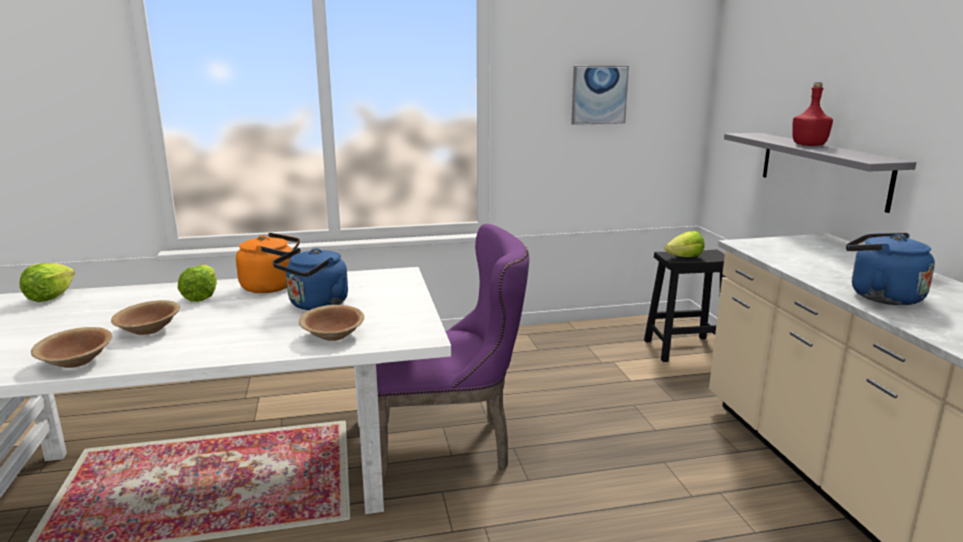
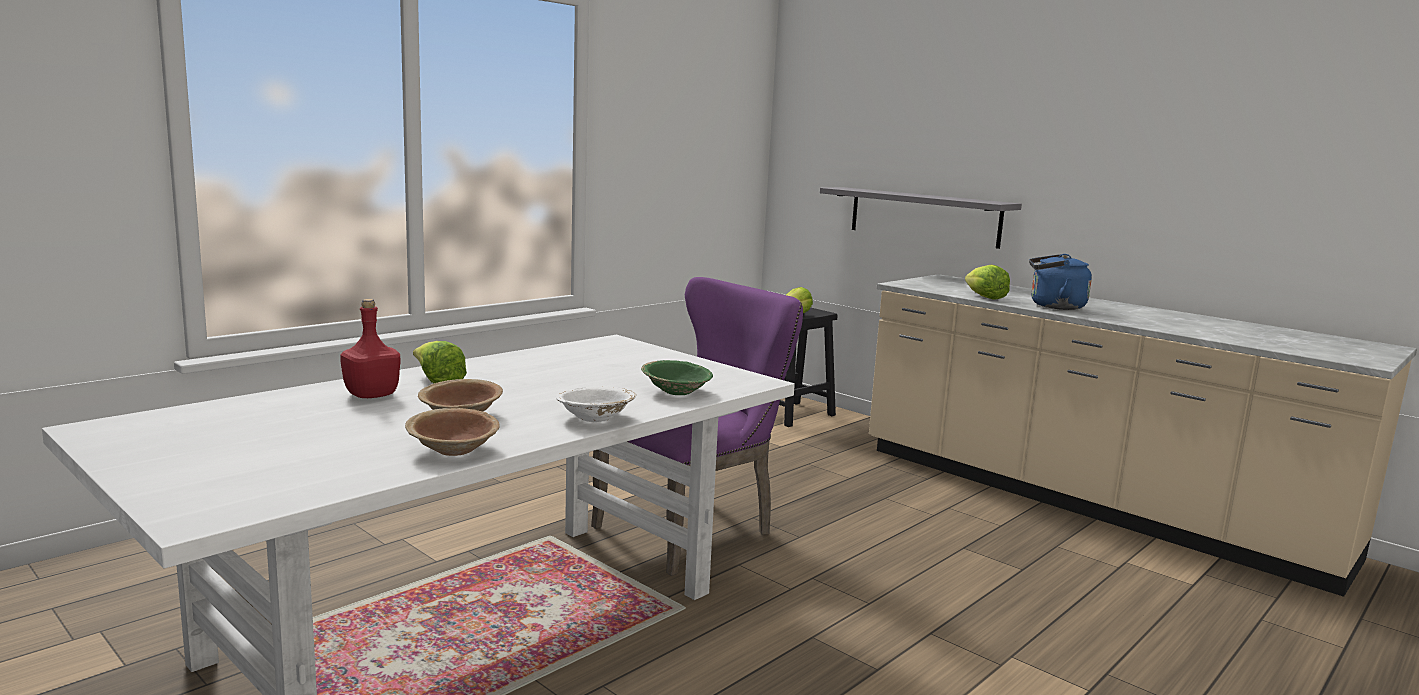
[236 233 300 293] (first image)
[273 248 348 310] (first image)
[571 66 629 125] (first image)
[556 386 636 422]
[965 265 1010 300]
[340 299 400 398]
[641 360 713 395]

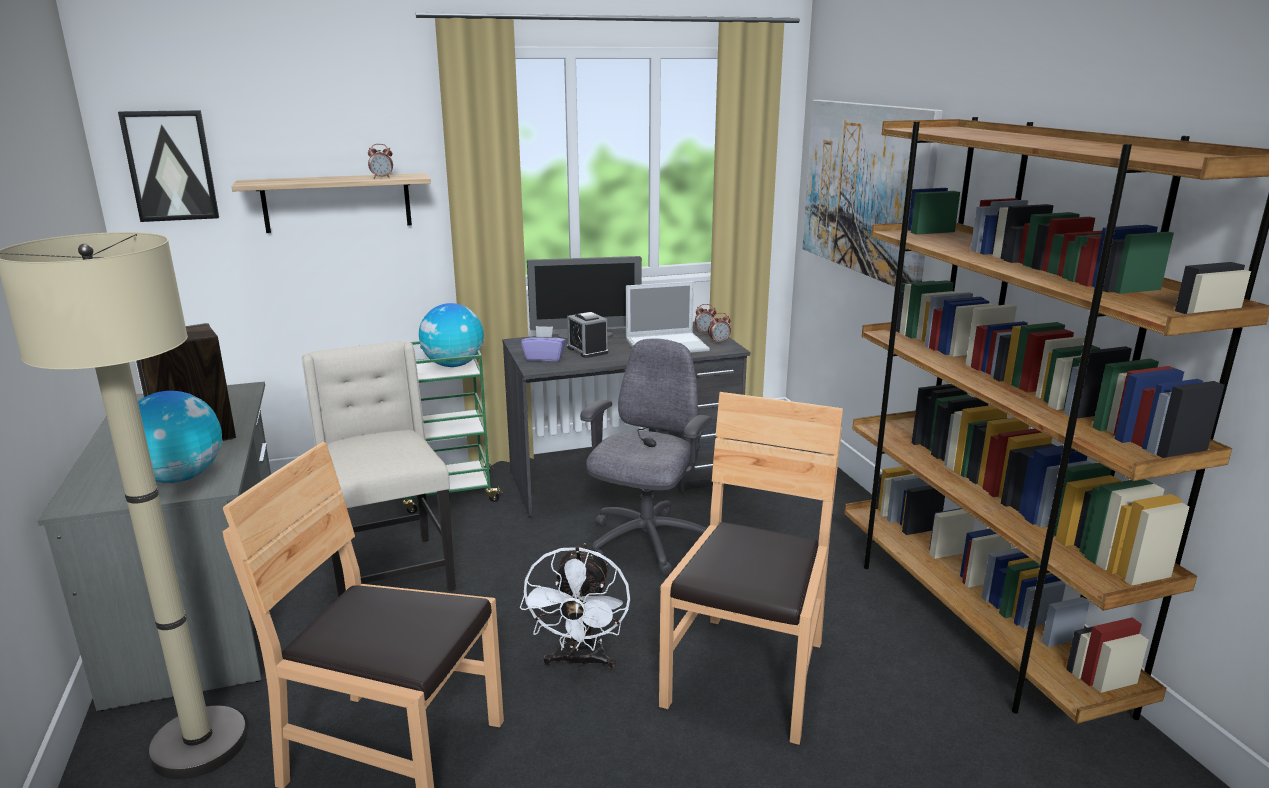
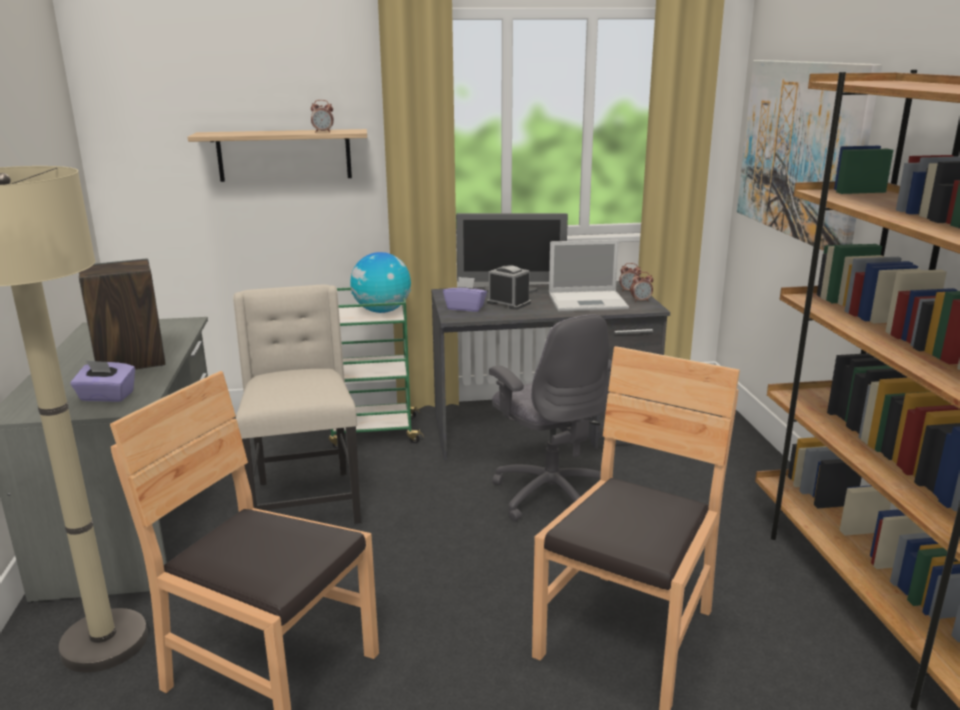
[118 110 219 222] (first image)
[520 543 630 671] (first image)
[70 360 135 402]
[487 265 531 310]
[489 314 612 521]

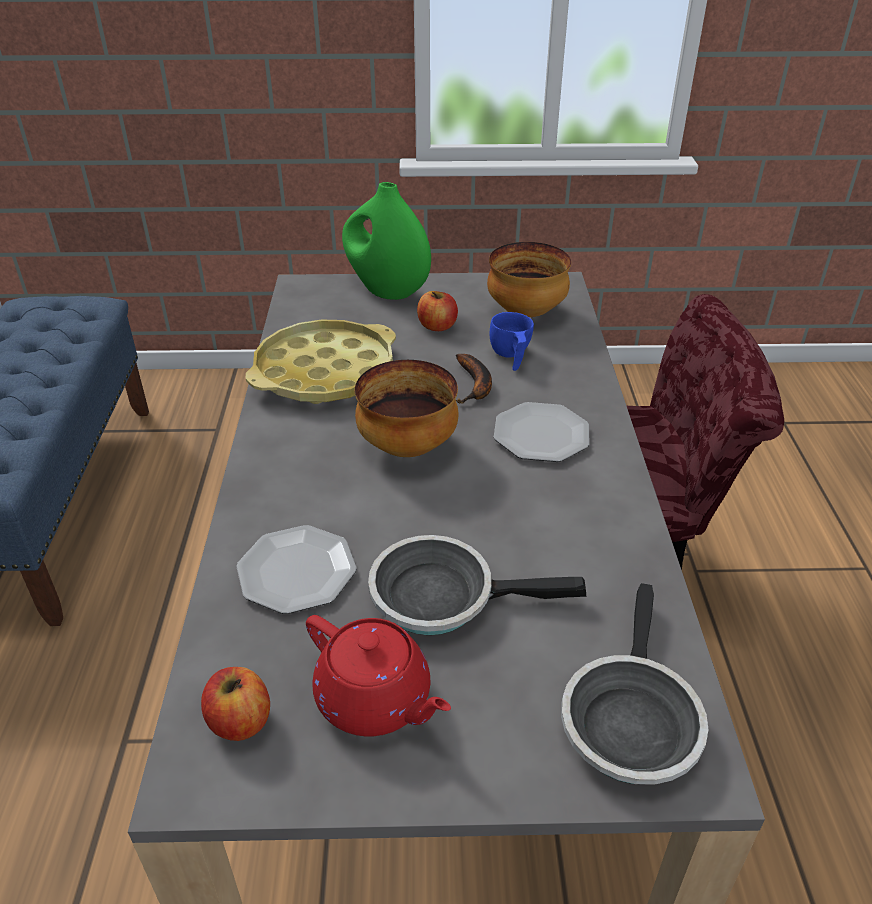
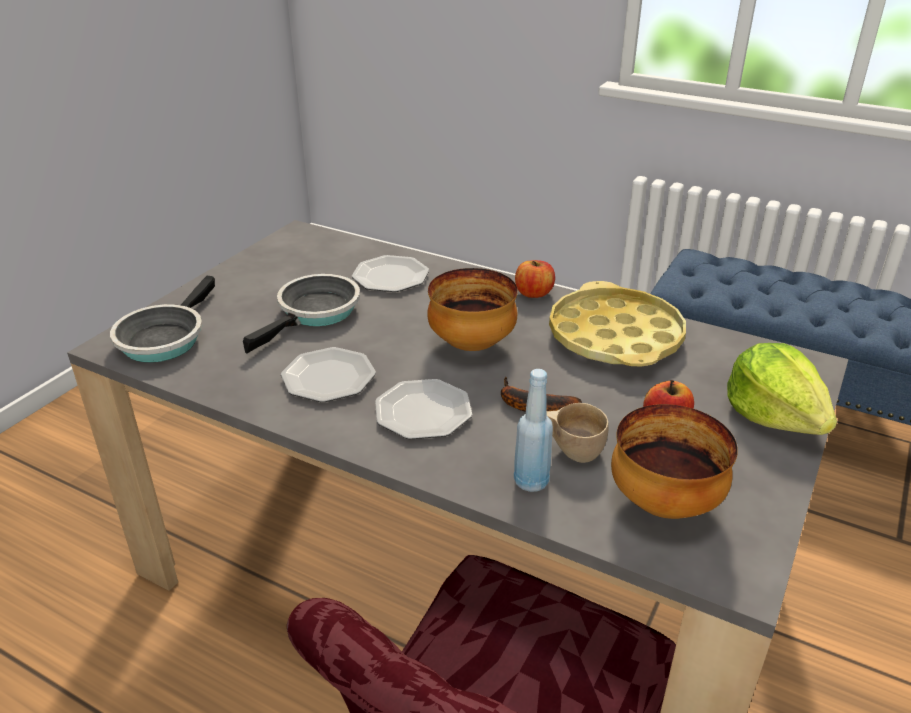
[306 615 451 736] (first image)
[281 347 376 402]
[514 369 553 492]
[515 260 555 298]
[727 343 837 435]
[546 403 609 463]
[110 276 215 362]

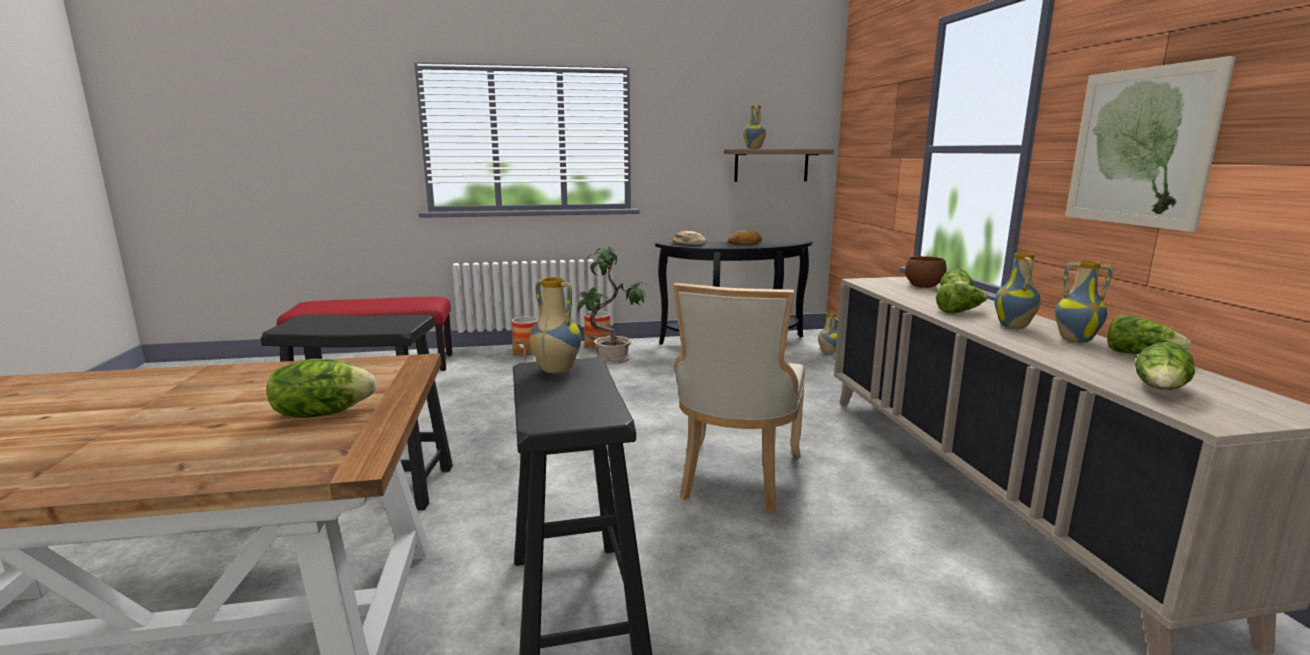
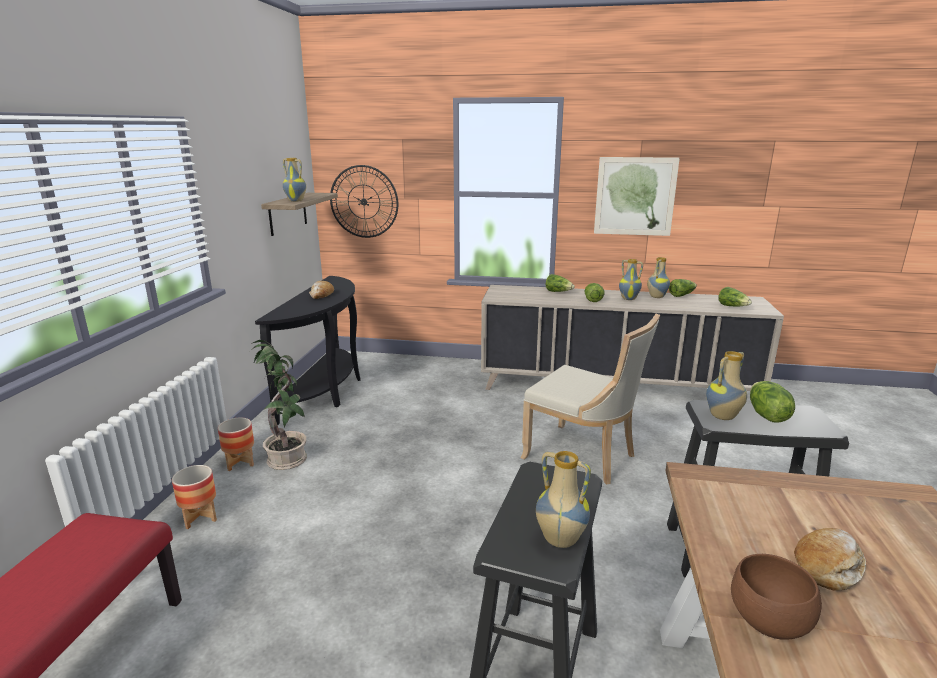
[330 165 398 238]
[750 381 795 423]
[794 528 866 591]
[536 451 591 548]
[731 554 822 640]

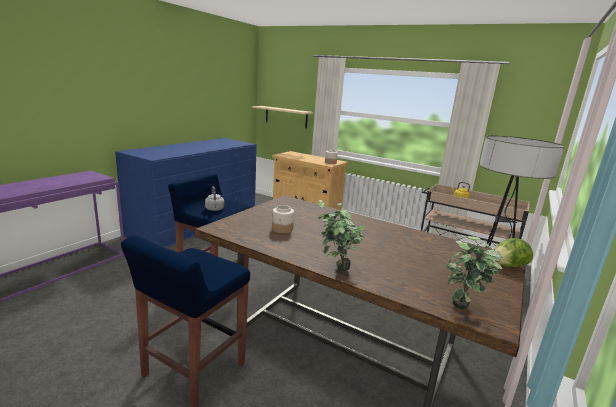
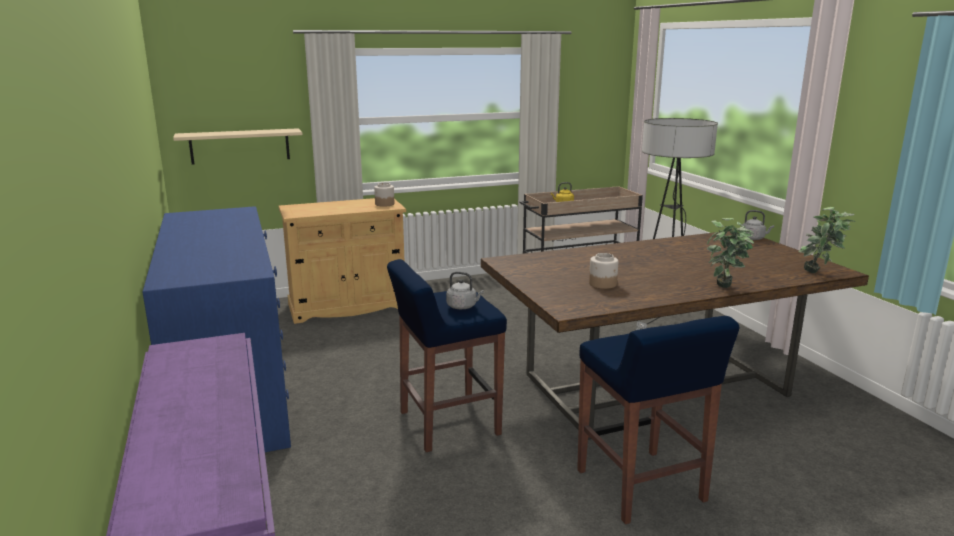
[740 210 774 240]

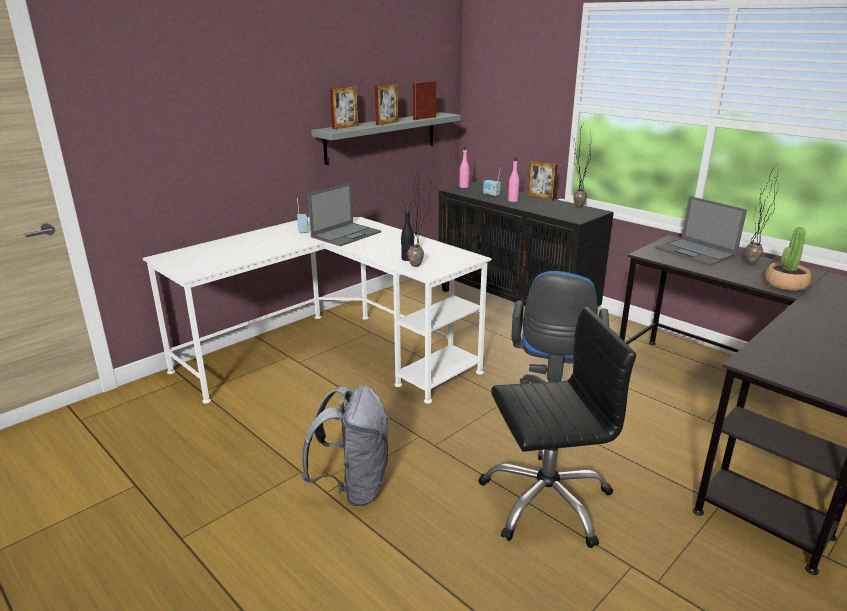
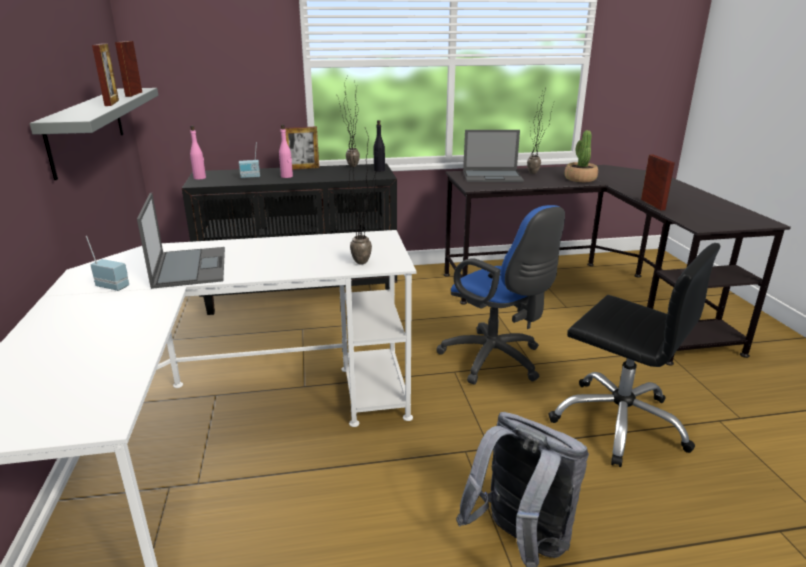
[641 155 675 210]
[373 120 385 172]
[548 243 720 467]

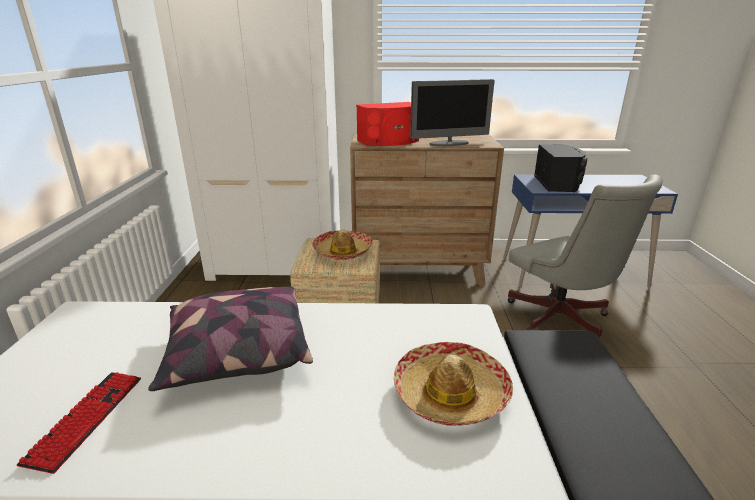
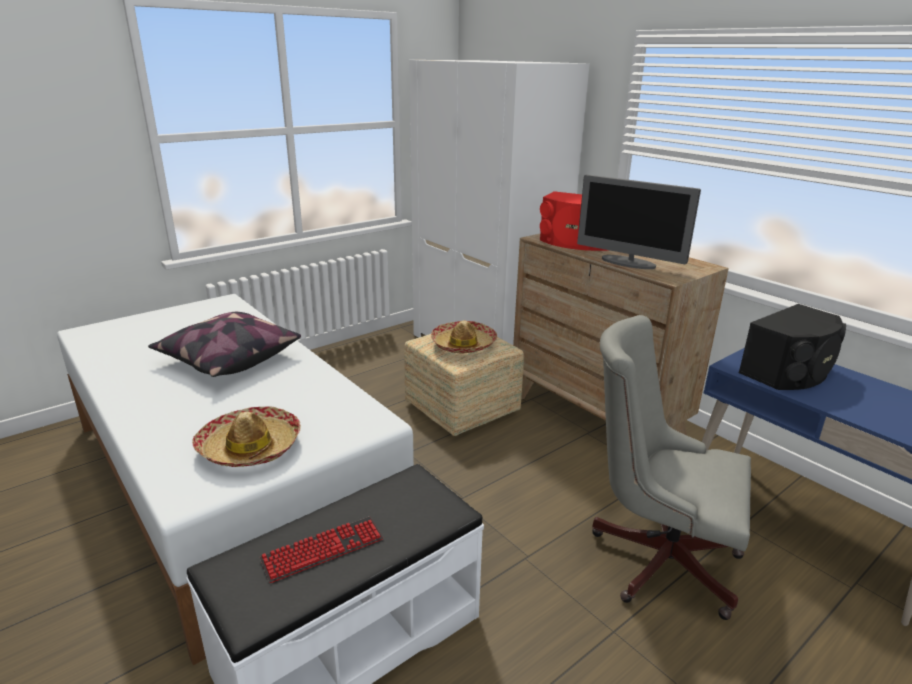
[260 517 383 583]
[592 315 751 620]

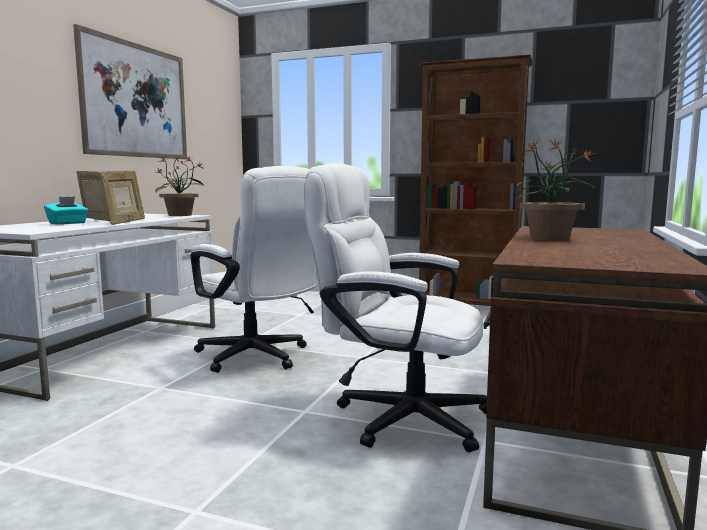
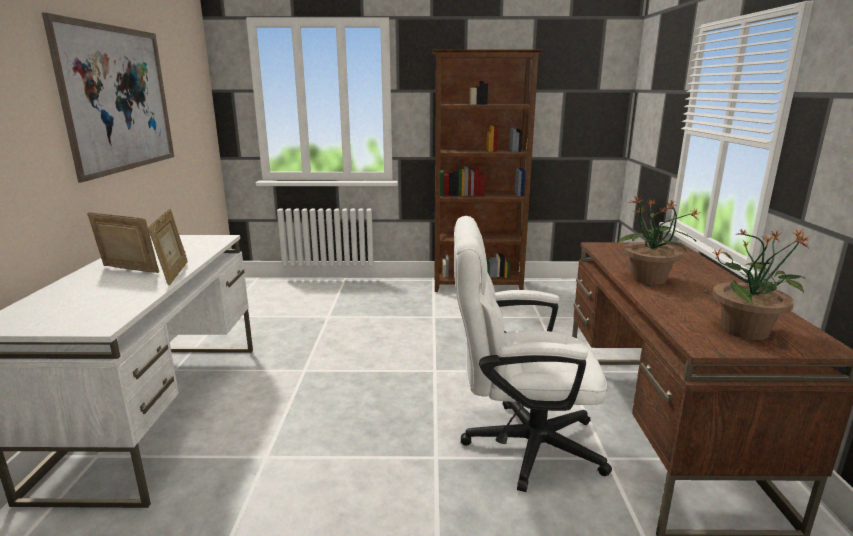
[44 197 88 225] (first image)
[190 166 317 373] (first image)
[711 228 810 340]

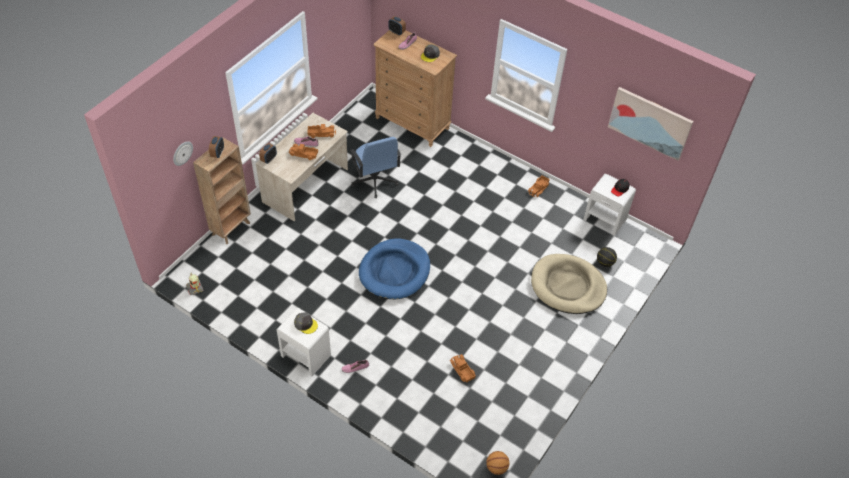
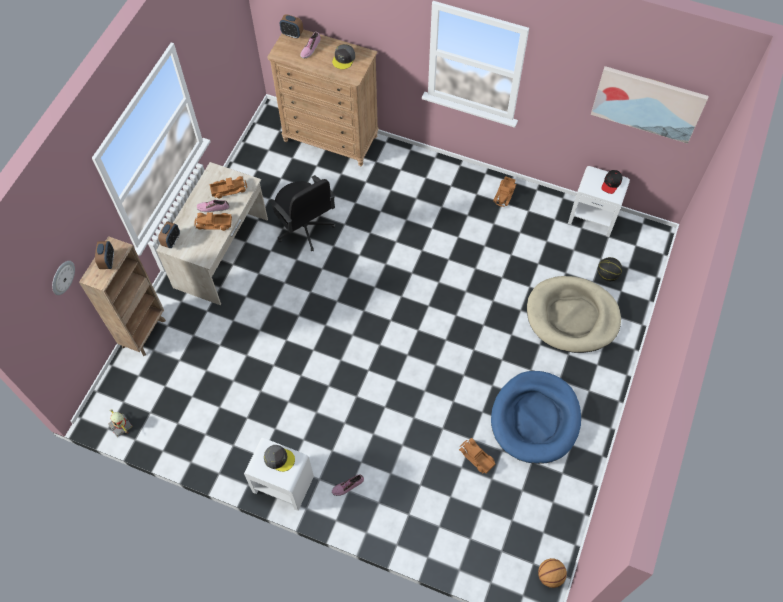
[491 371 581 464]
[269 175 336 251]

